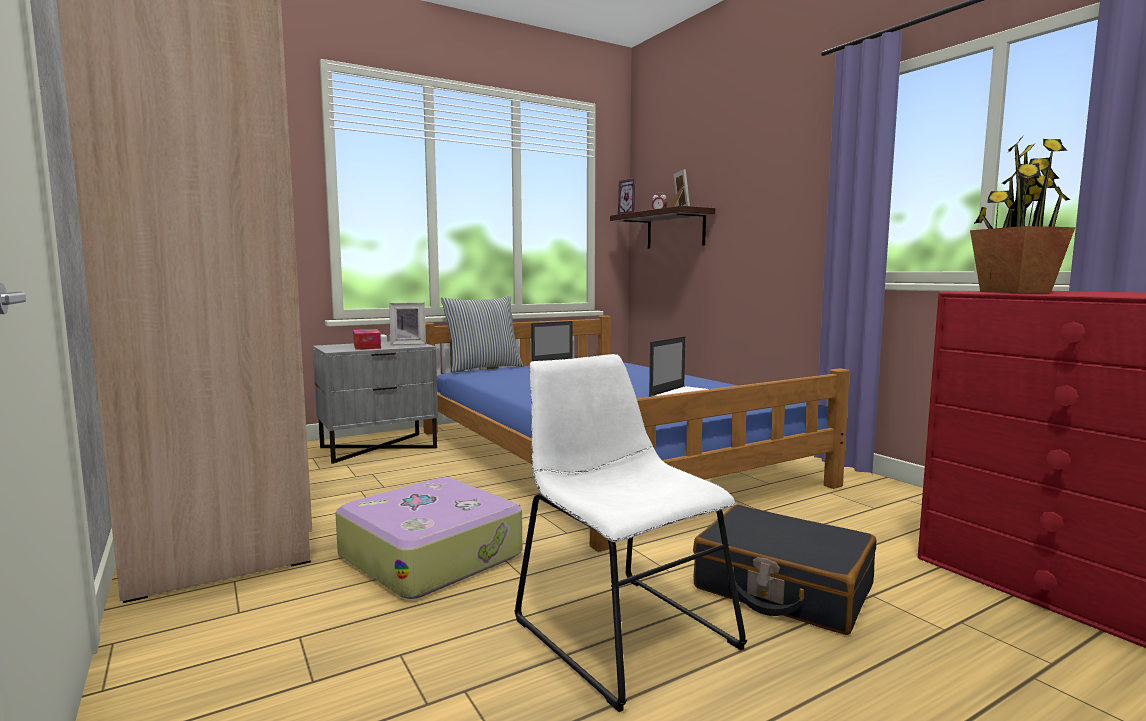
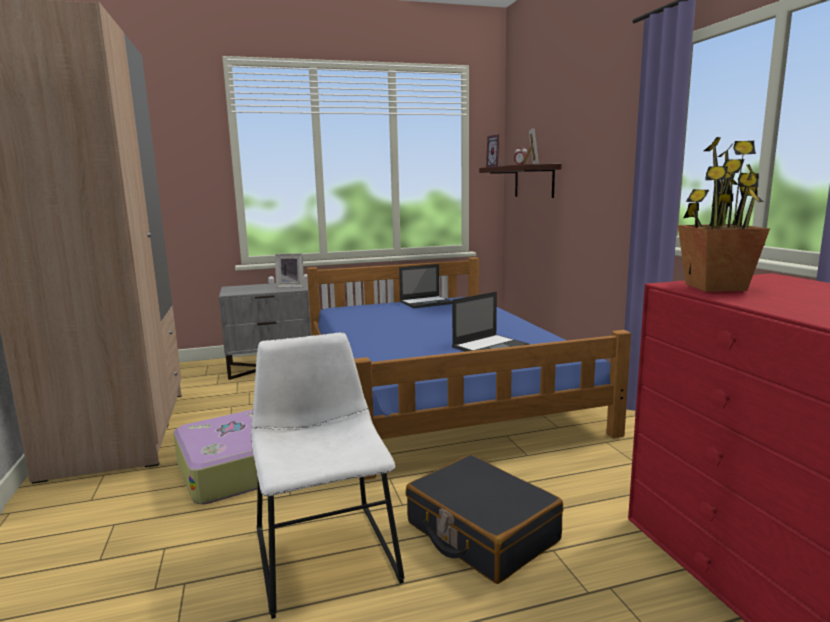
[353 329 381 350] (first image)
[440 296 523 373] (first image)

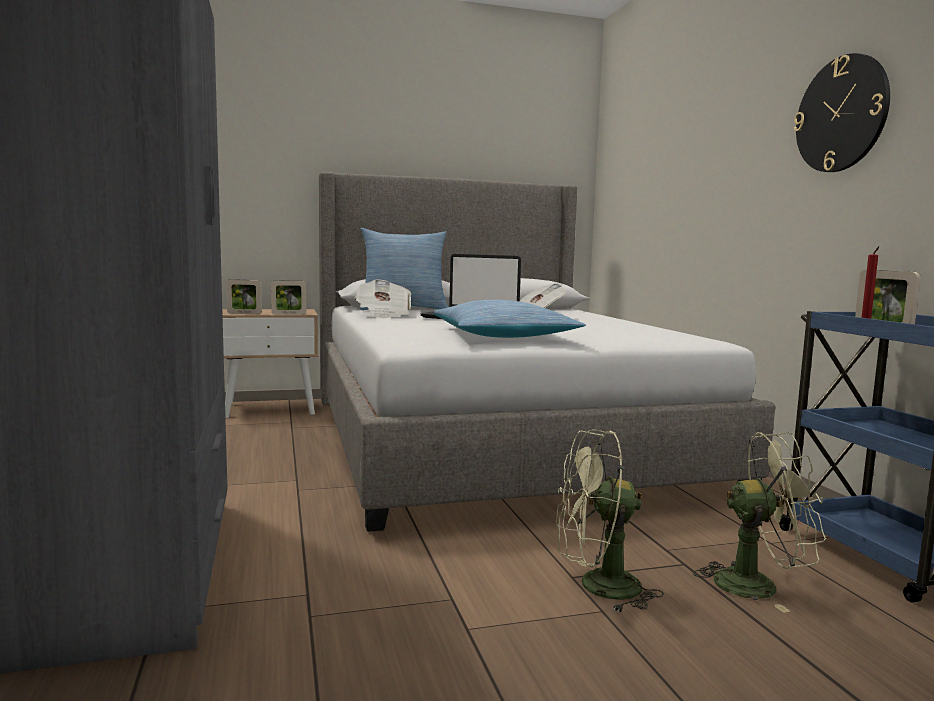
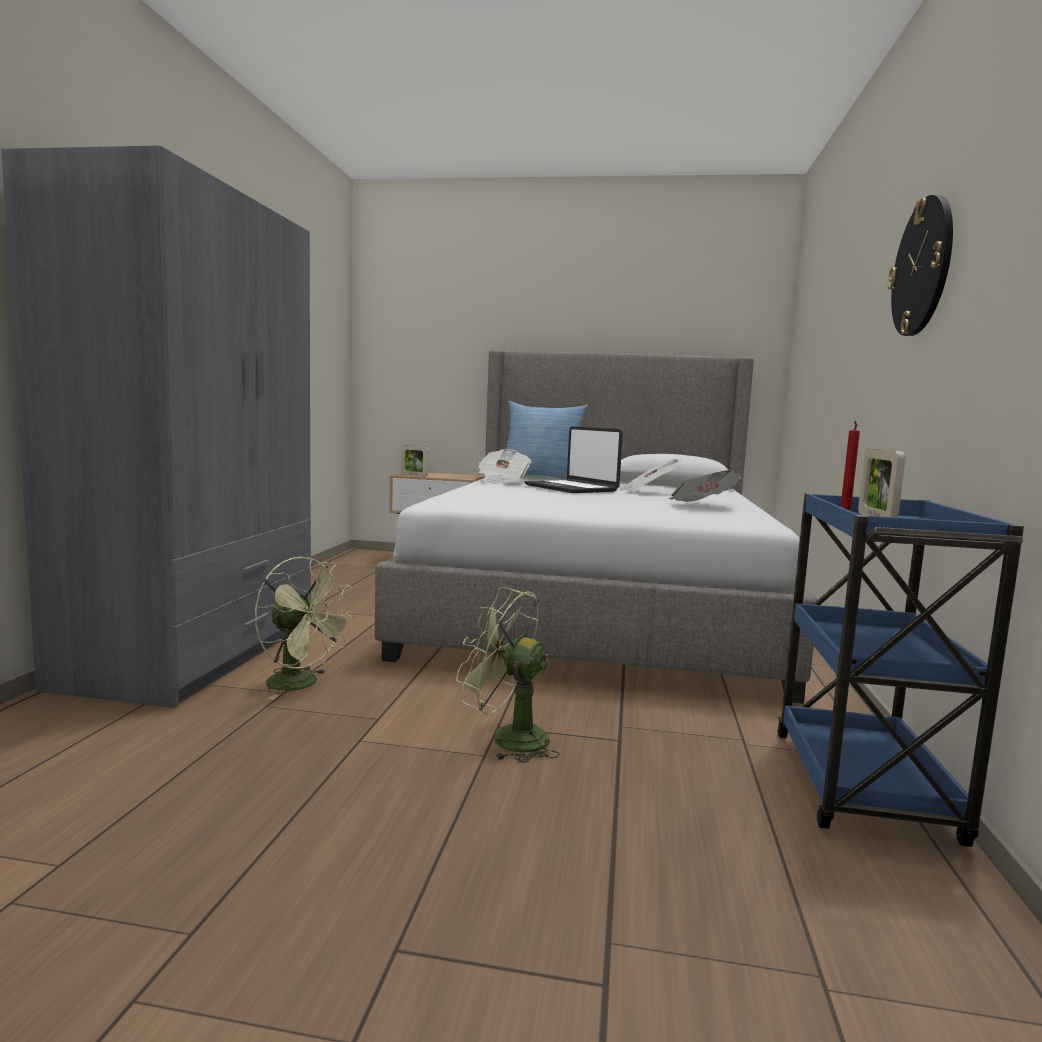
[271 281 306 315] (first image)
[433 300 586 338] (first image)
[669 470 741 502]
[255 557 355 700]

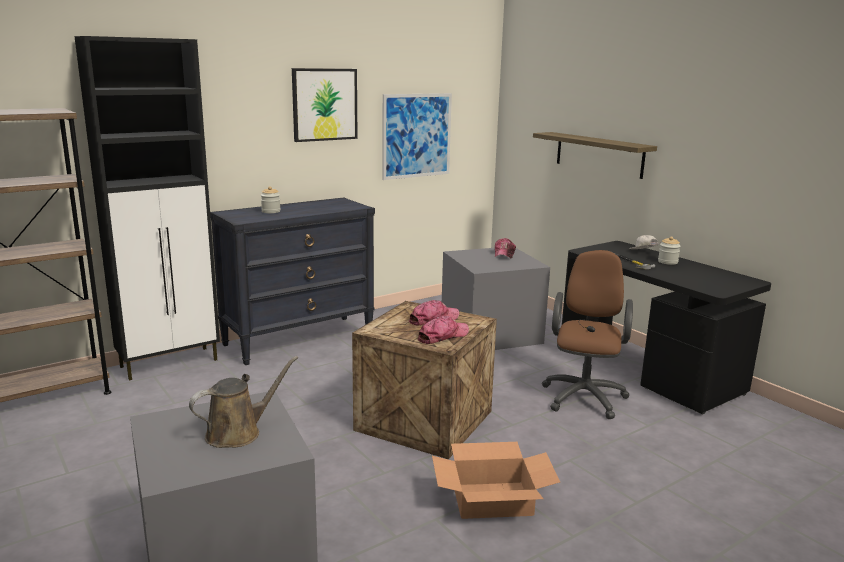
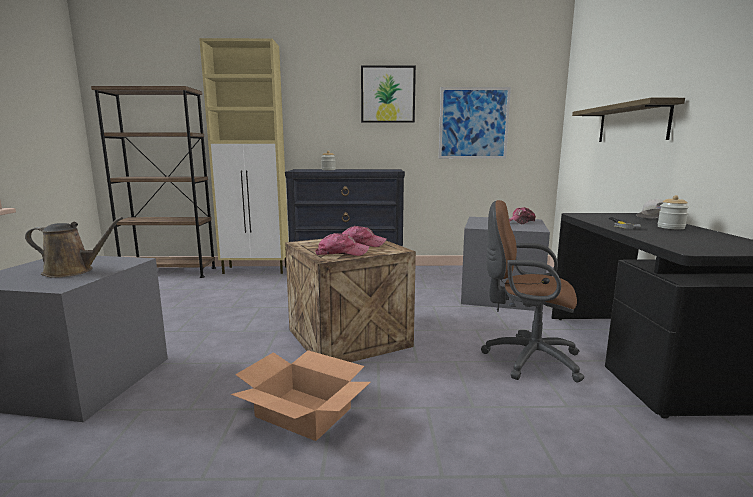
[199 38 288 274]
[481 200 584 382]

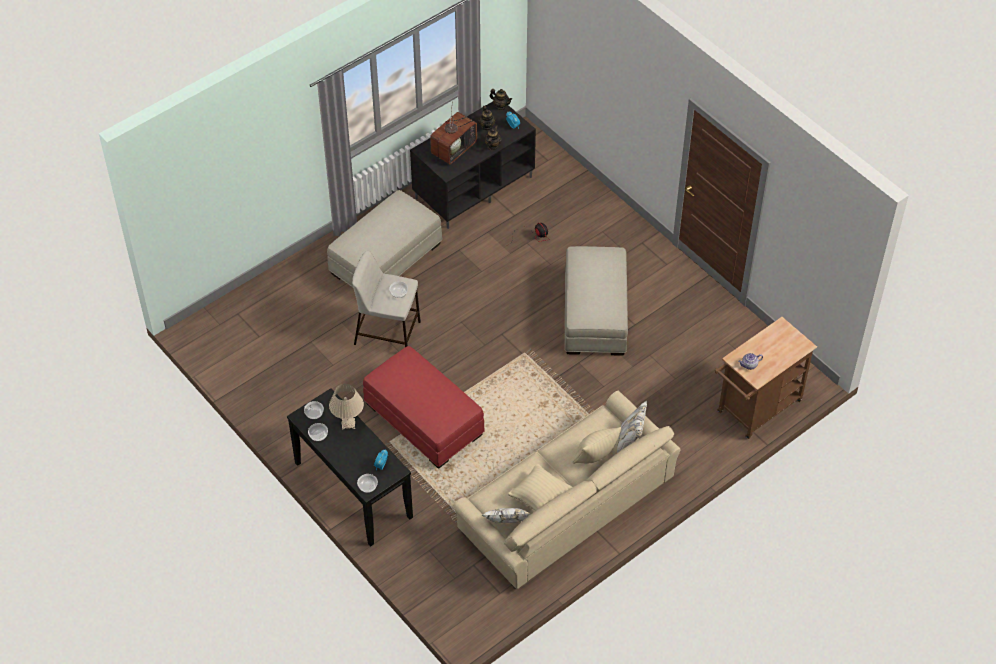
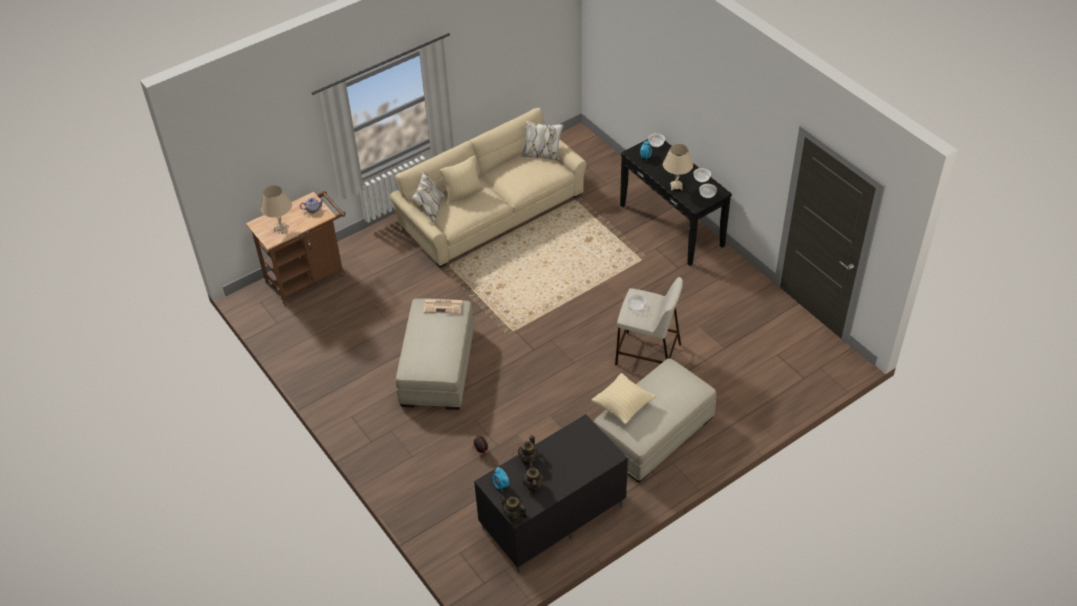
[363 346 485 469] (first image)
[430 101 477 164] (first image)
[260 186 292 234]
[424 299 462 314]
[591 373 656 425]

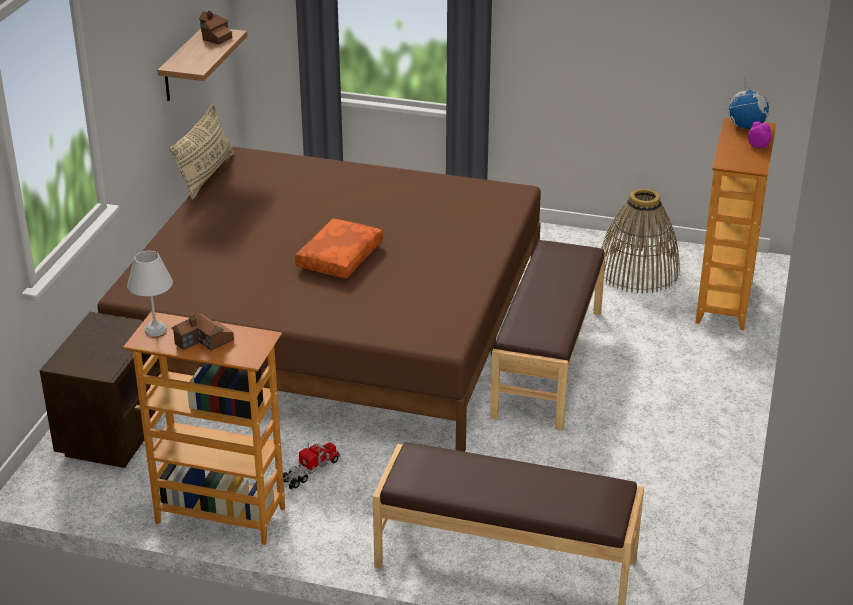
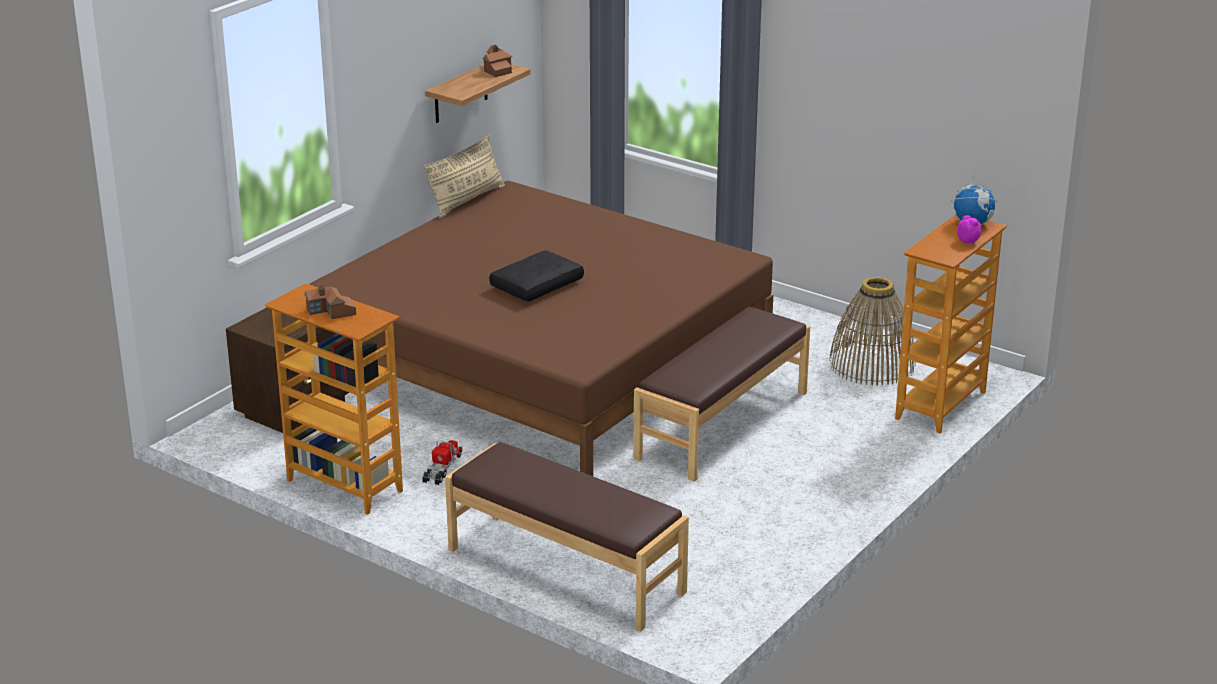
[127 251 173 337] (first image)
[489 250 584 302]
[422 440 462 485]

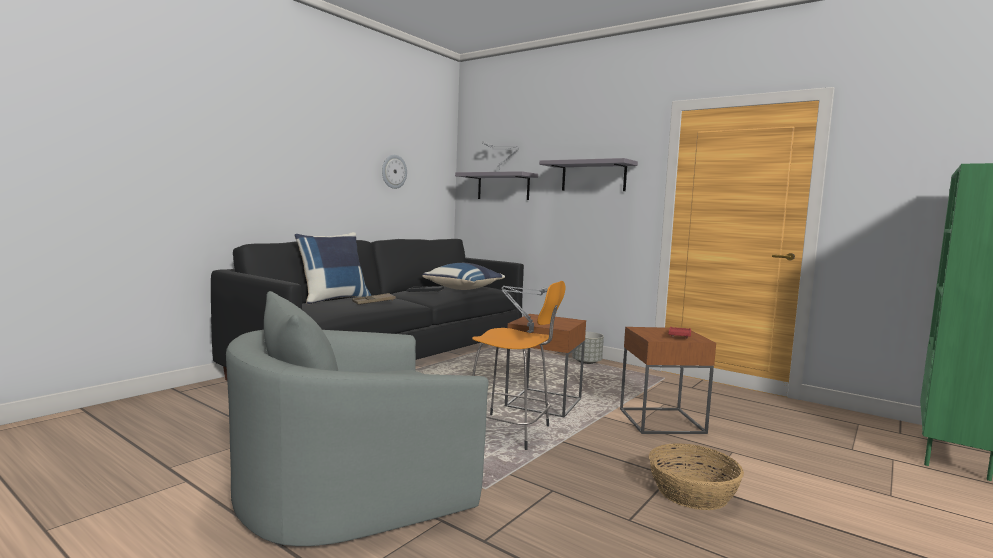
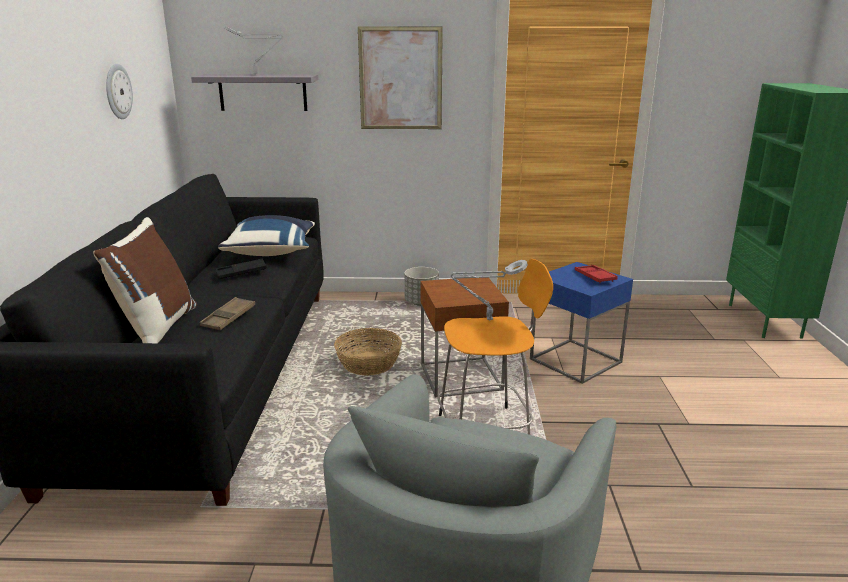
[334 328 402 375]
[358 27 443 129]
[93 217 197 343]
[530 262 633 384]

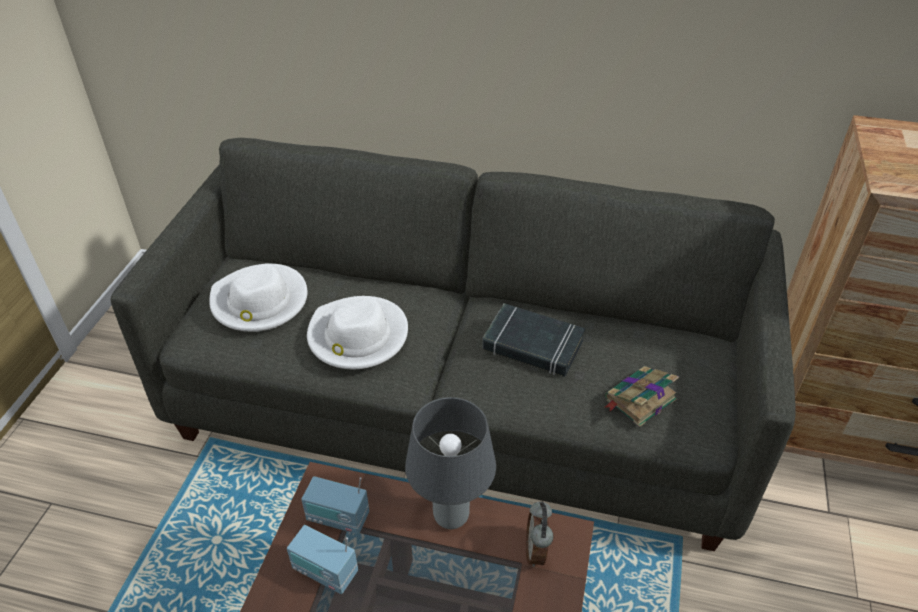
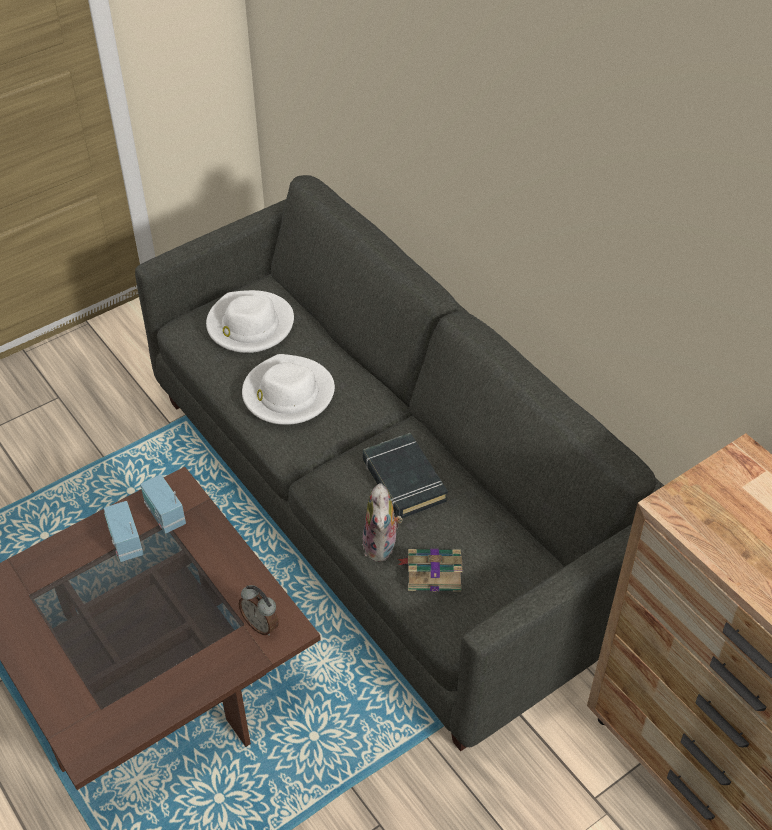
[405 397 496 529] (first image)
[362 483 403 562]
[239 585 279 636]

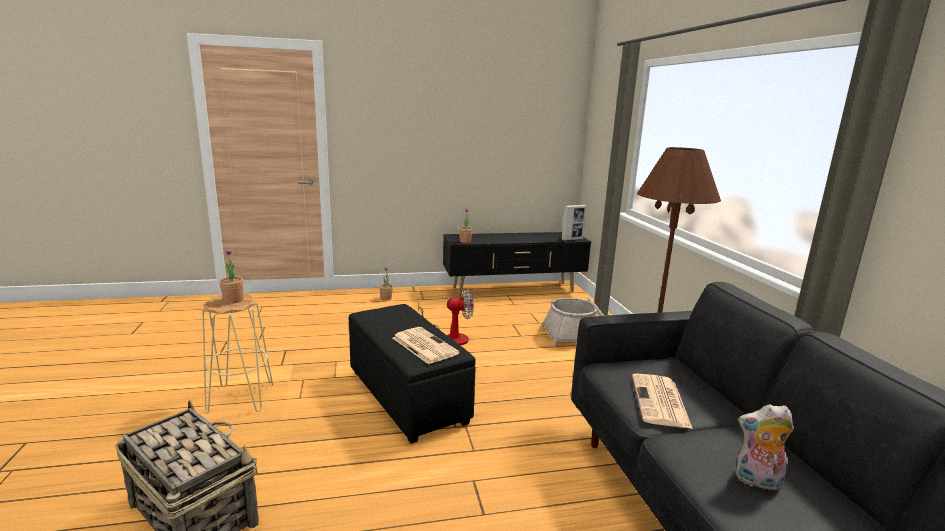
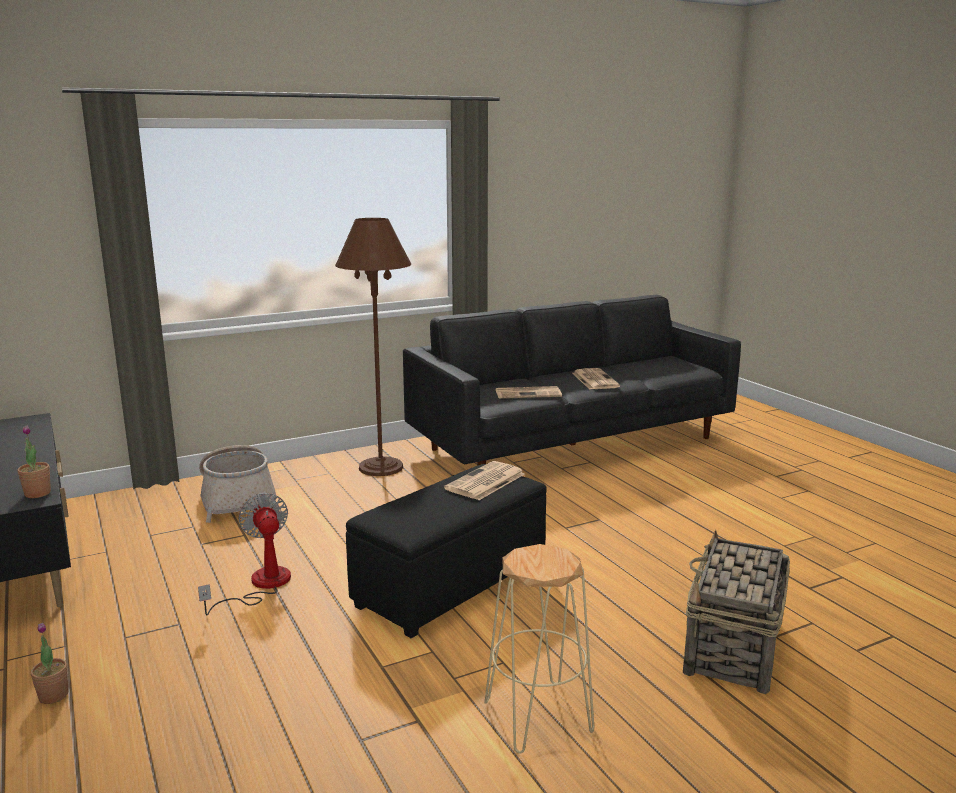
[219 248 243 304] (first image)
[562 205 587 241] (first image)
[572 368 620 389]

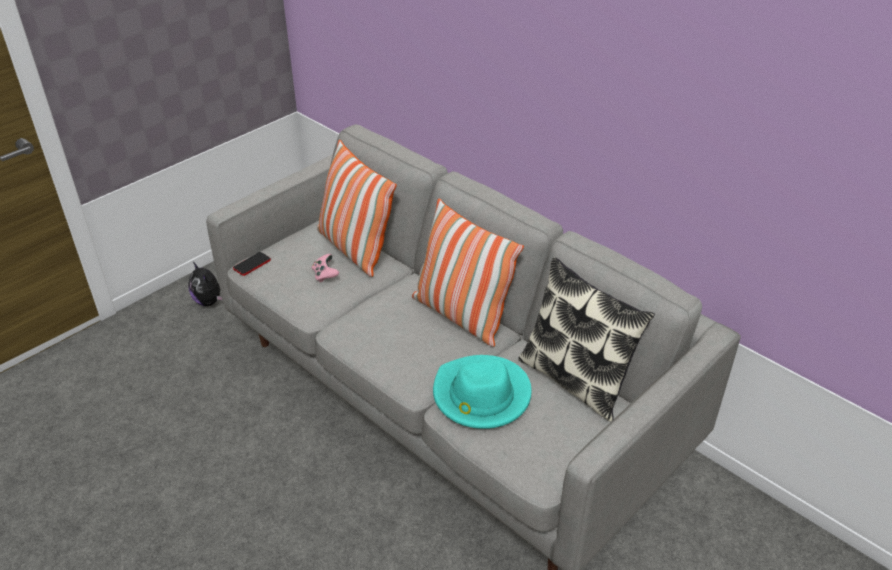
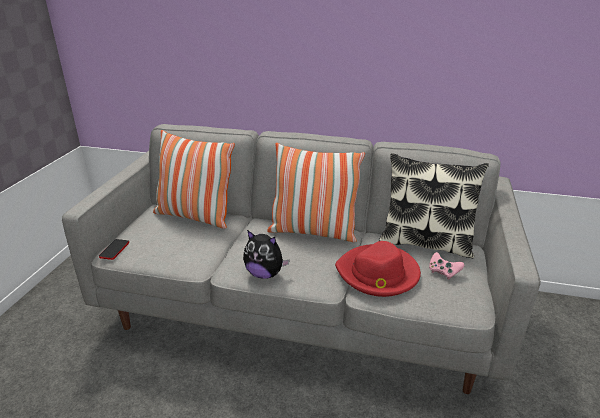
[243 230 290 279]
[429 252 464 280]
[335 241 421 297]

